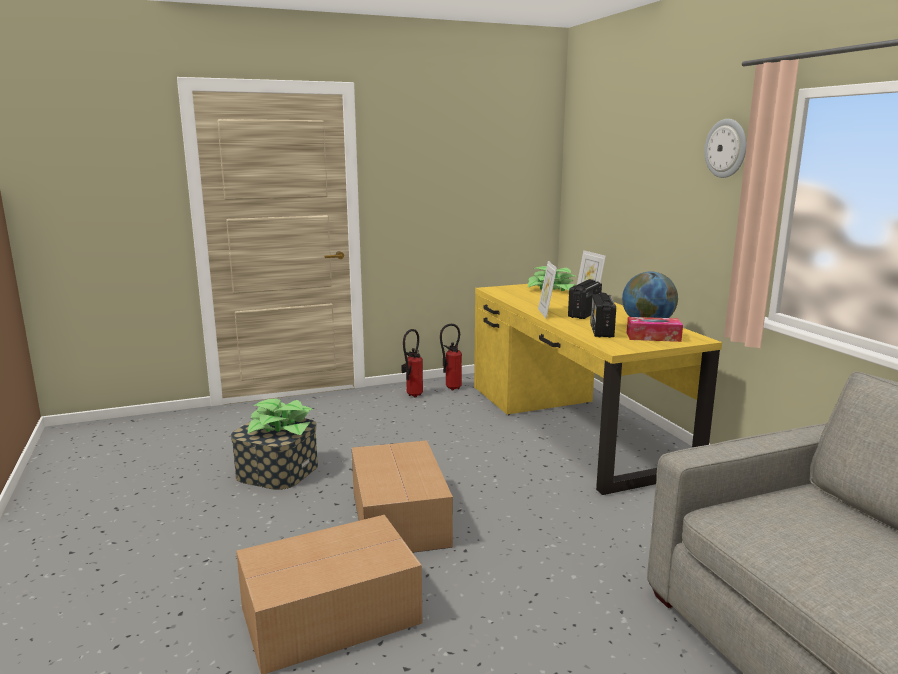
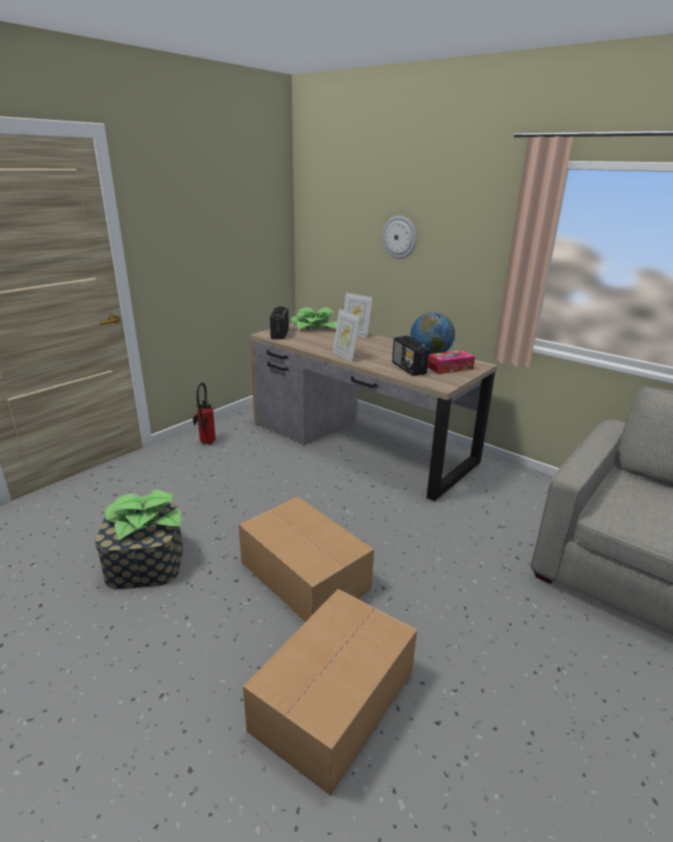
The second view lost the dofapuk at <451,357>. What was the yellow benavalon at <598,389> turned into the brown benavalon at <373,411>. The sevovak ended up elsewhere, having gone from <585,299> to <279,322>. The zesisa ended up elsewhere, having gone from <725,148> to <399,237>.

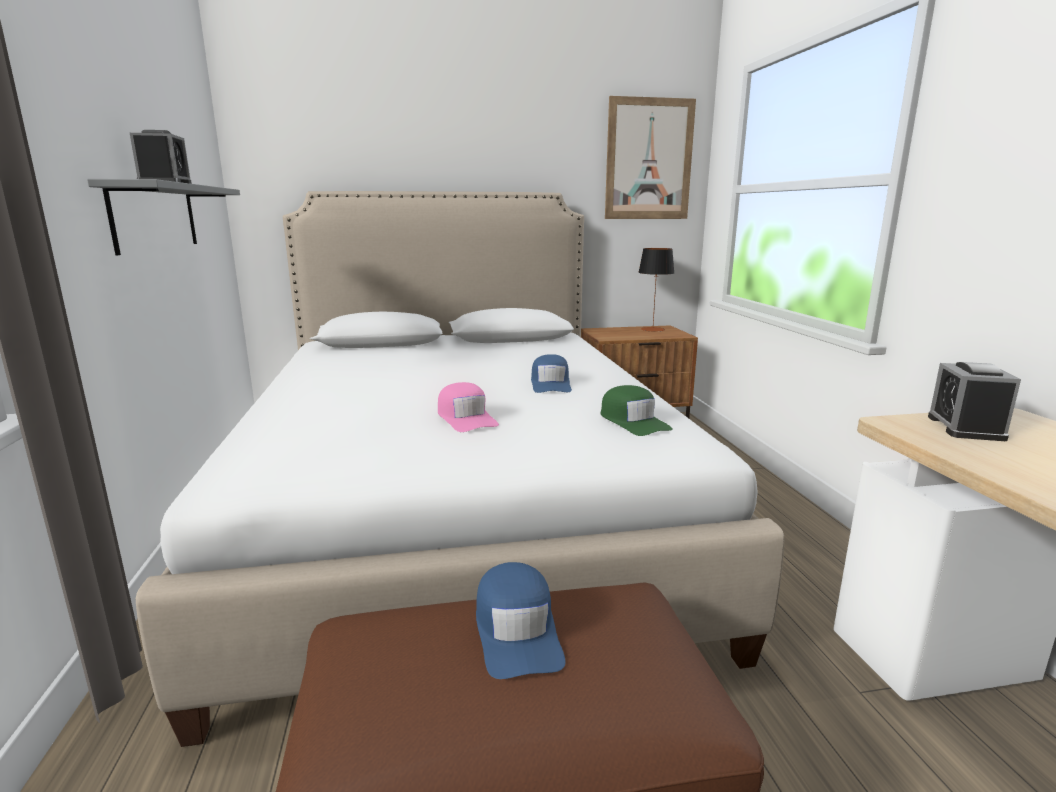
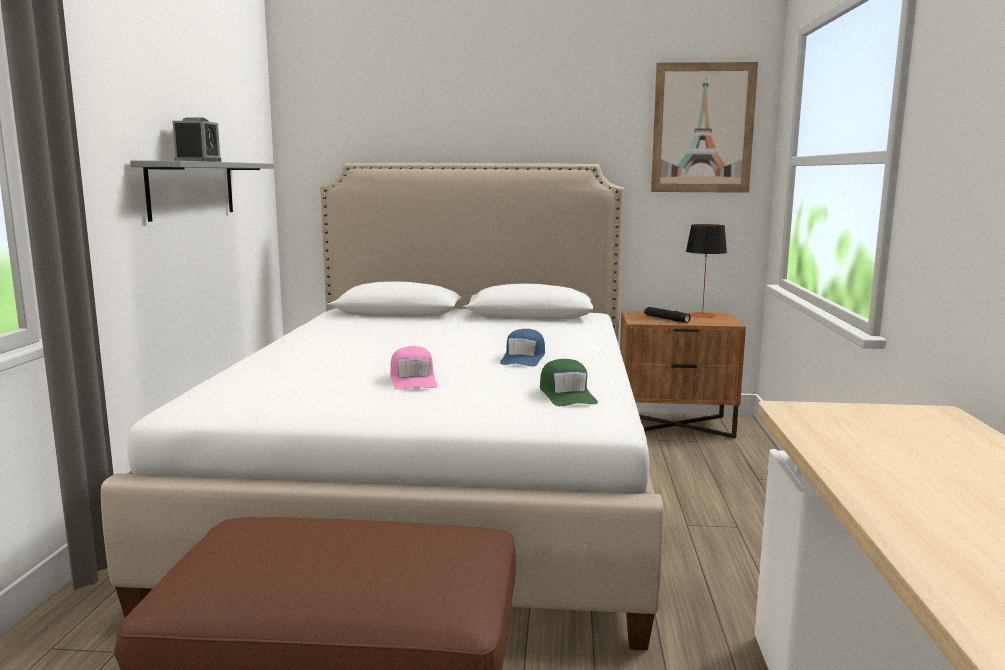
The second view lost the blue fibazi at <521,620>. The second view lost the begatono at <974,401>. The second view gained the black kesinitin at <667,315>.

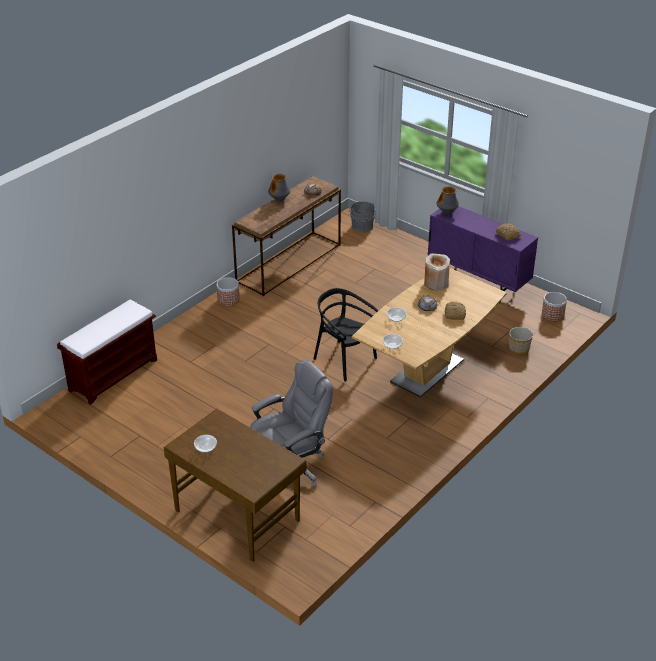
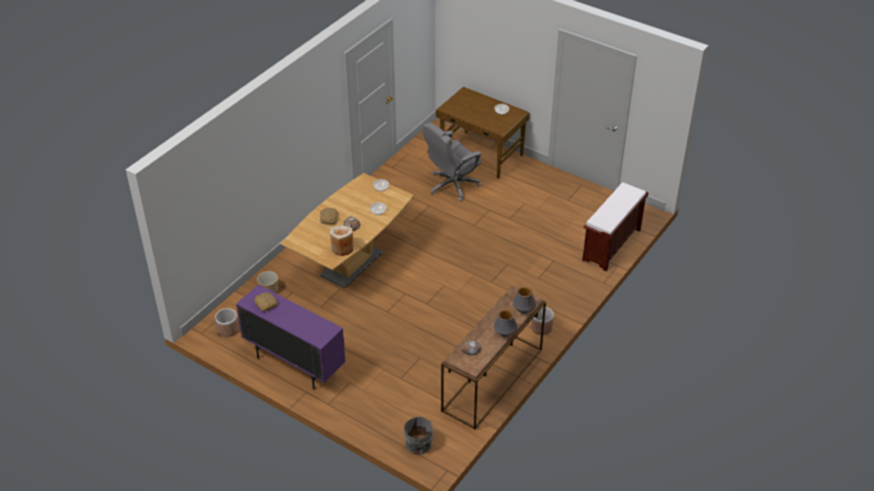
The second view lost the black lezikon at <345,334>. The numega ended up elsewhere, having gone from <447,200> to <524,300>.

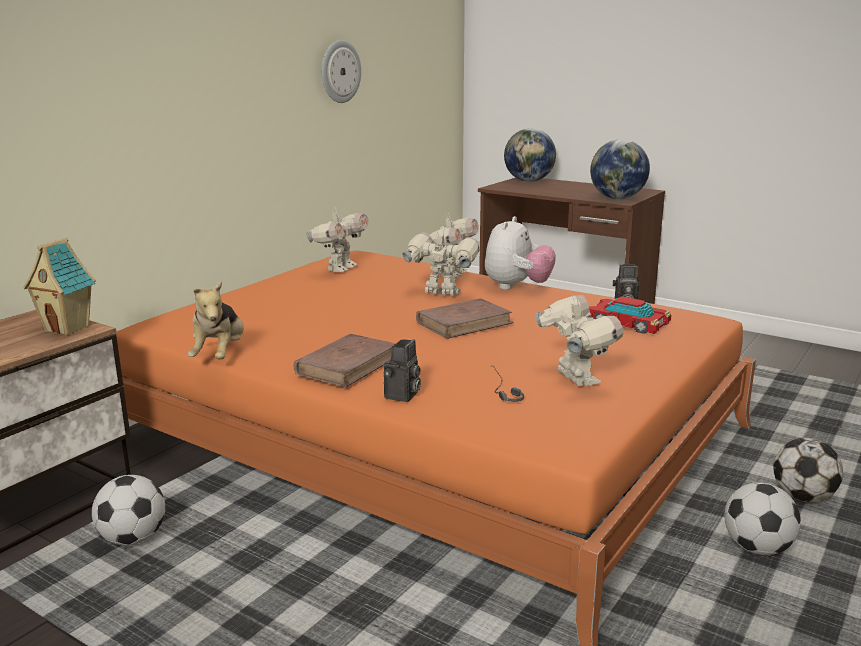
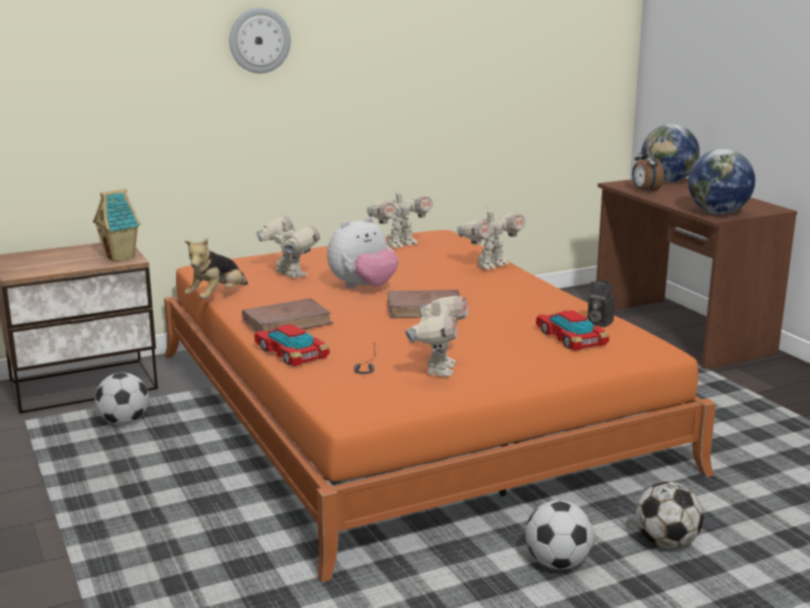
The zesisa ended up elsewhere, having gone from <341,71> to <260,40>. Where the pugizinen stood at <402,370>, the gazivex came to stand at <292,345>. The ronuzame ended up elsewhere, having gone from <440,263> to <288,246>. The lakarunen ended up elsewhere, having gone from <520,253> to <363,252>. The second view gained the begatono at <648,169>.

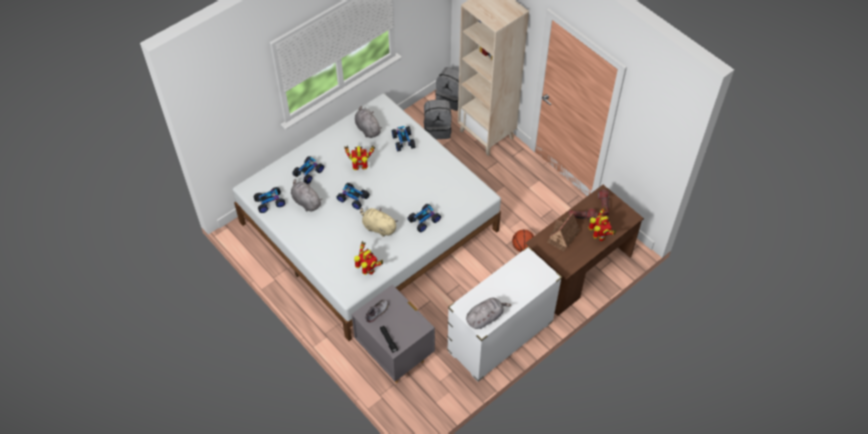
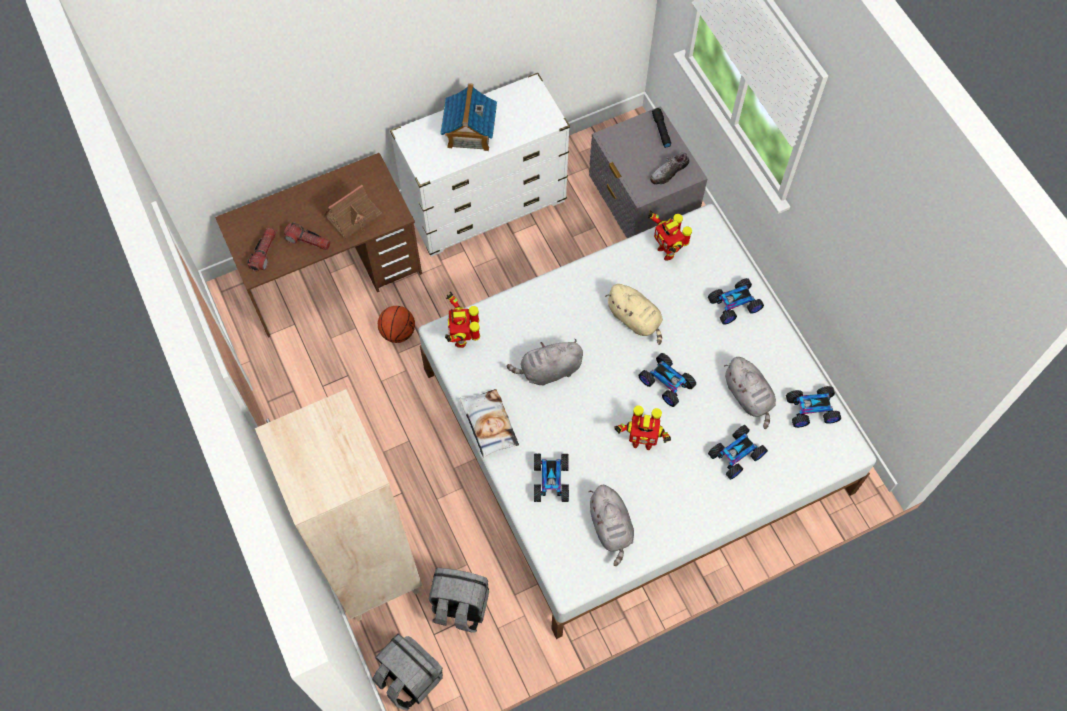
The gazivex ended up elsewhere, having gone from <424,218> to <736,301>. The grey lakarunen ended up elsewhere, having gone from <489,313> to <545,362>. The ronuzame ended up elsewhere, having gone from <602,223> to <462,320>. The second view gained the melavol at <468,117>. The second view gained the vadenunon at <489,423>.

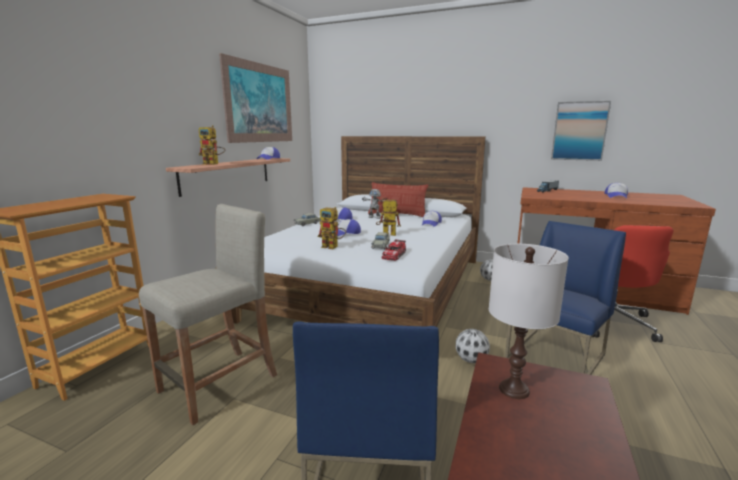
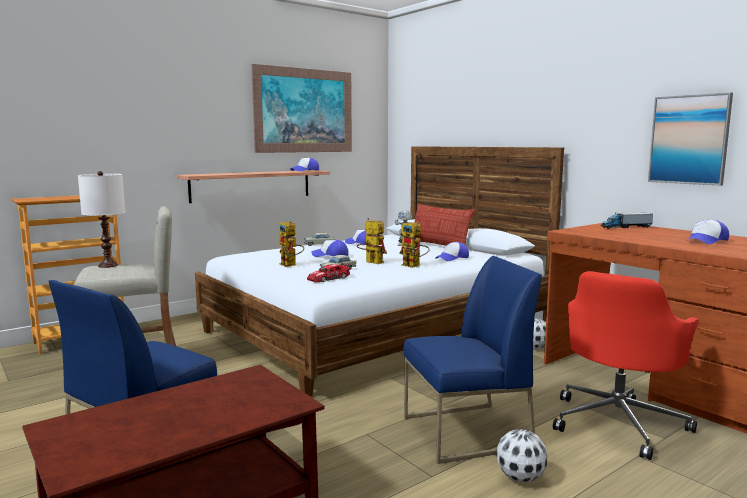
The ronuzame ended up elsewhere, having gone from <212,145> to <414,244>. The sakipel ended up elsewhere, having gone from <473,346> to <522,455>. The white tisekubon ended up elsewhere, having gone from <529,321> to <101,219>.

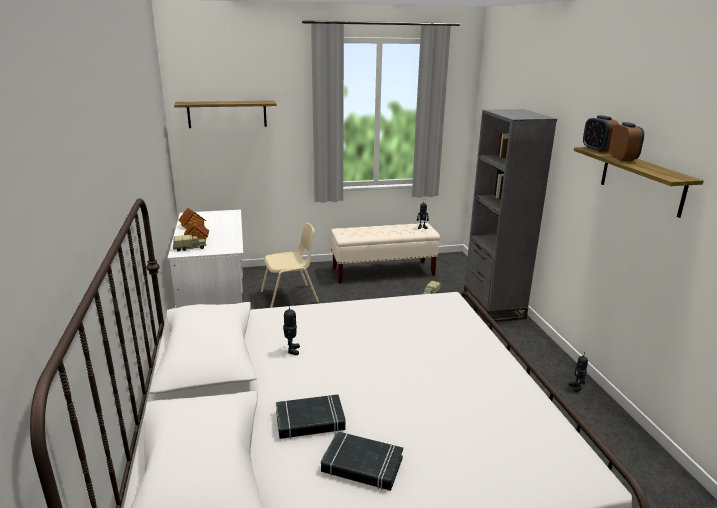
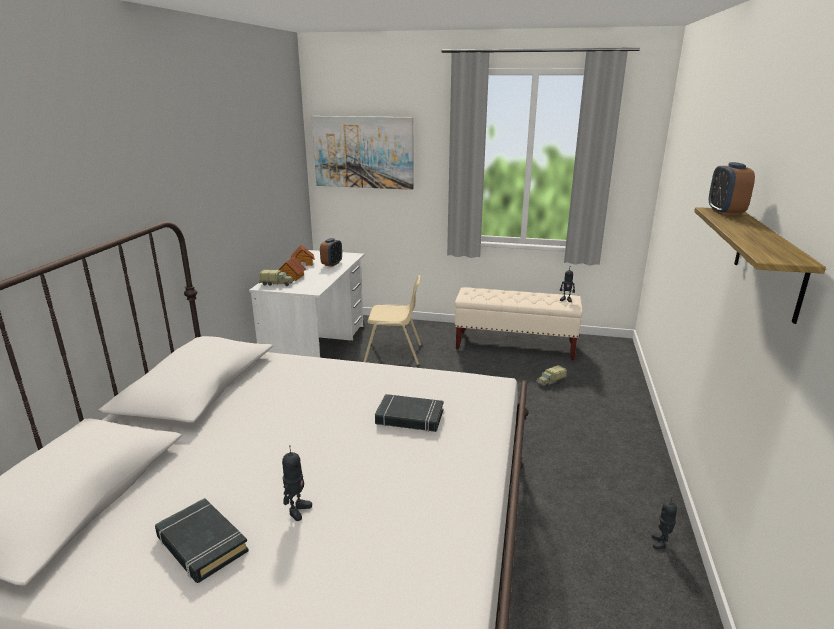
Where the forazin hung at <225,114>, the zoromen came to hang at <362,153>. The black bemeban ended up elsewhere, having gone from <311,416> to <409,413>. The ronuzame ended up elsewhere, having gone from <291,329> to <297,483>. The second view lost the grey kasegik at <510,216>. The begatono ended up elsewhere, having gone from <626,141> to <331,252>.

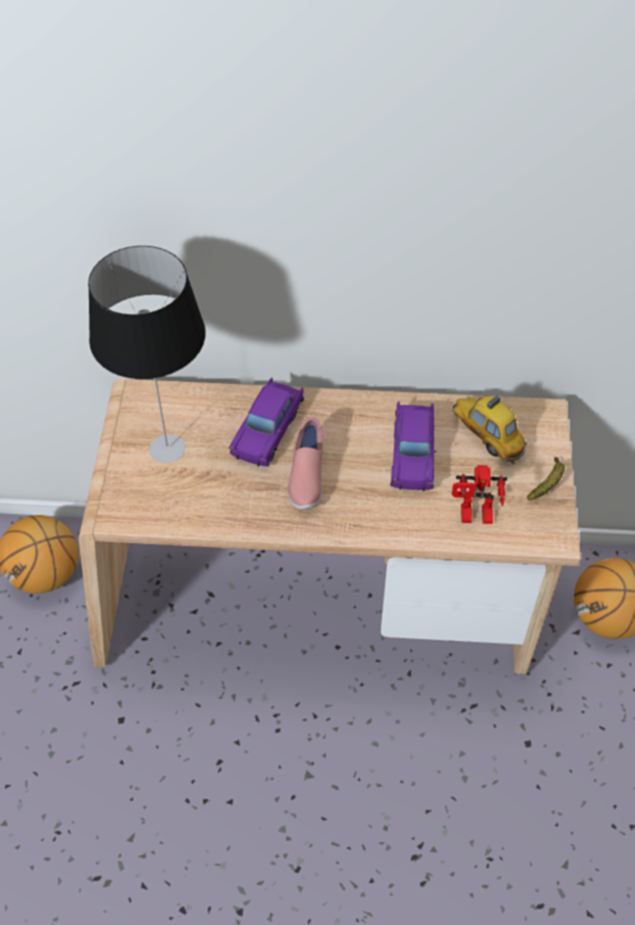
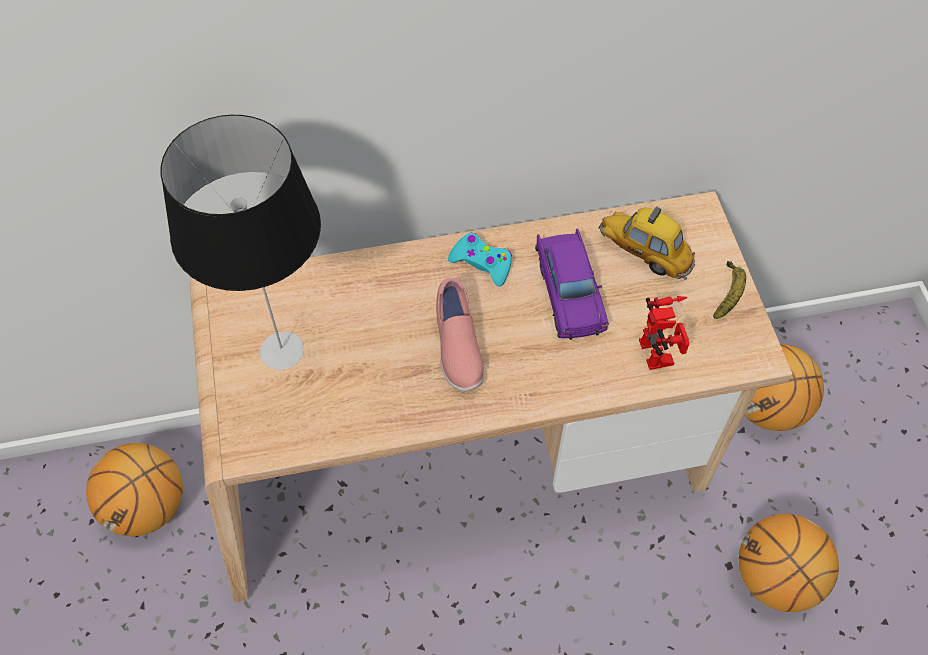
The second view lost the purple gazivex at <266,421>. The ronuzame at <479,494> ended up facing another way, 90 degrees counterclockwise from before. The second view gained the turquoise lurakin at <480,260>. The second view gained the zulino at <789,563>.

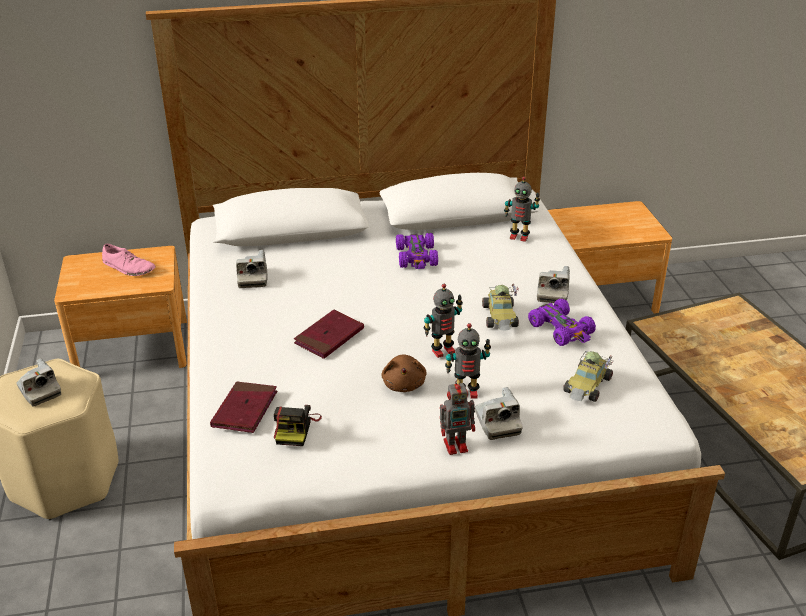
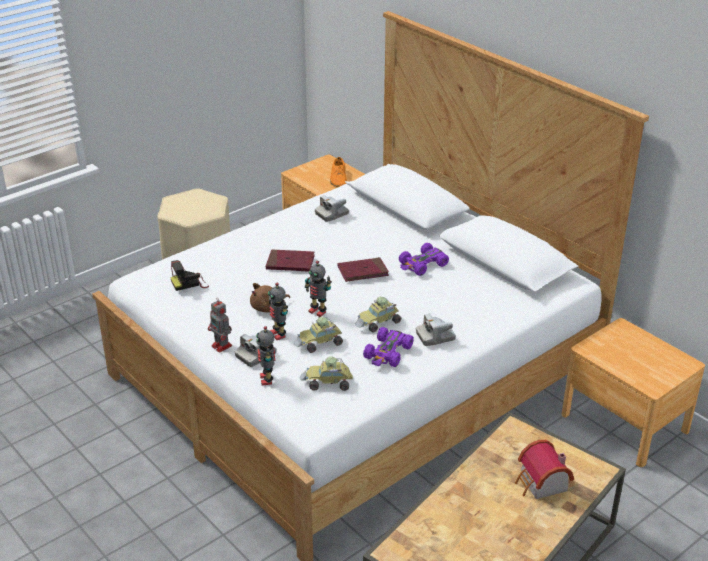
The second view lost the pugizinen at <38,382>. What was the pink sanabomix at <129,260> turned into the orange sanabomix at <338,172>. The red bemeban ended up elsewhere, having gone from <243,407> to <363,269>. The ronuzame ended up elsewhere, having gone from <522,209> to <266,355>. The second view gained the gazivex at <318,335>. The second view gained the melavol at <544,469>.

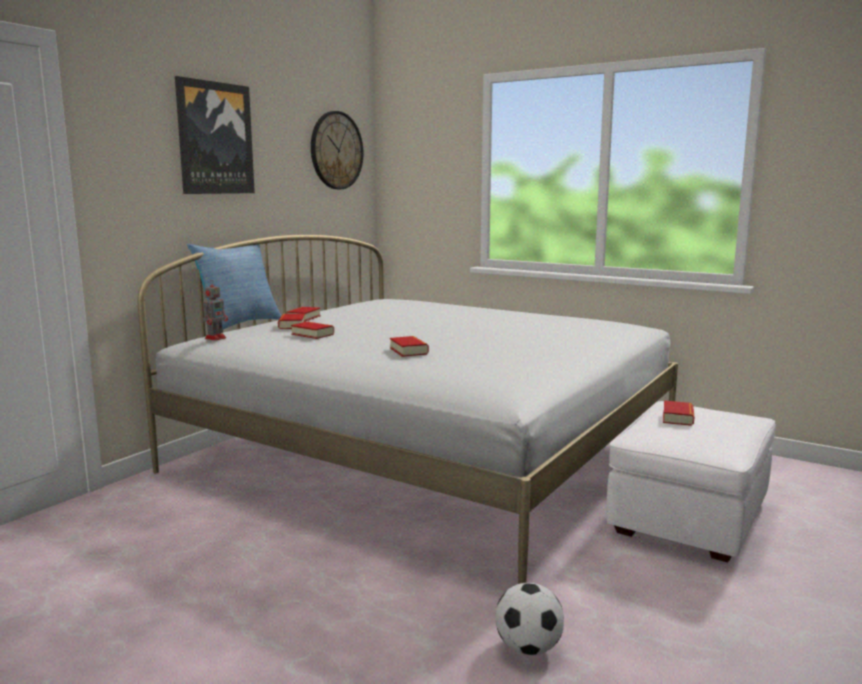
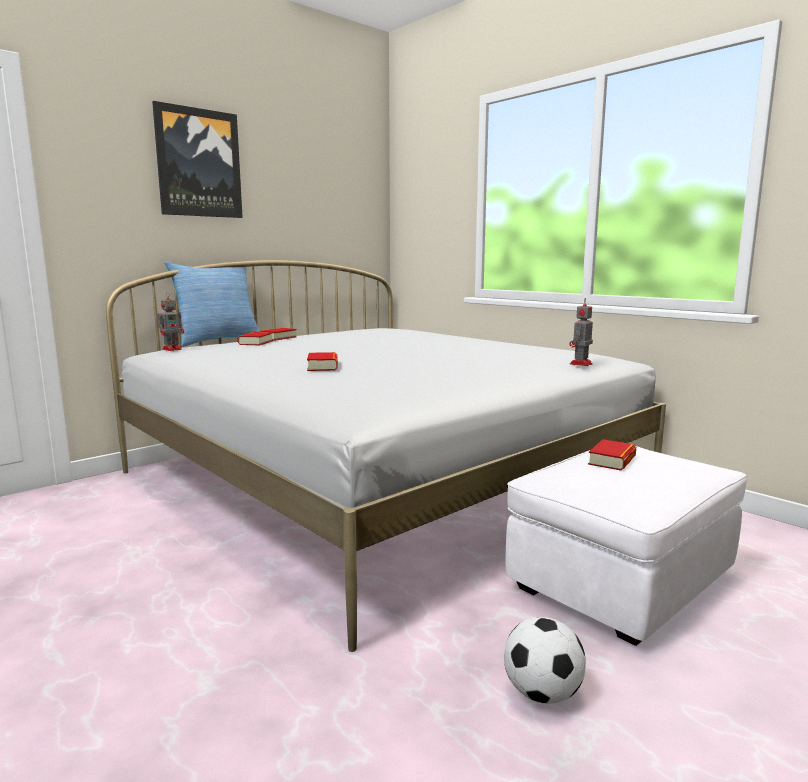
The second view lost the bemeban at <312,330>. The second view lost the zesisa at <337,150>. The sakipel ended up elsewhere, having gone from <530,619> to <545,660>. The second view gained the ronuzame at <581,332>.

